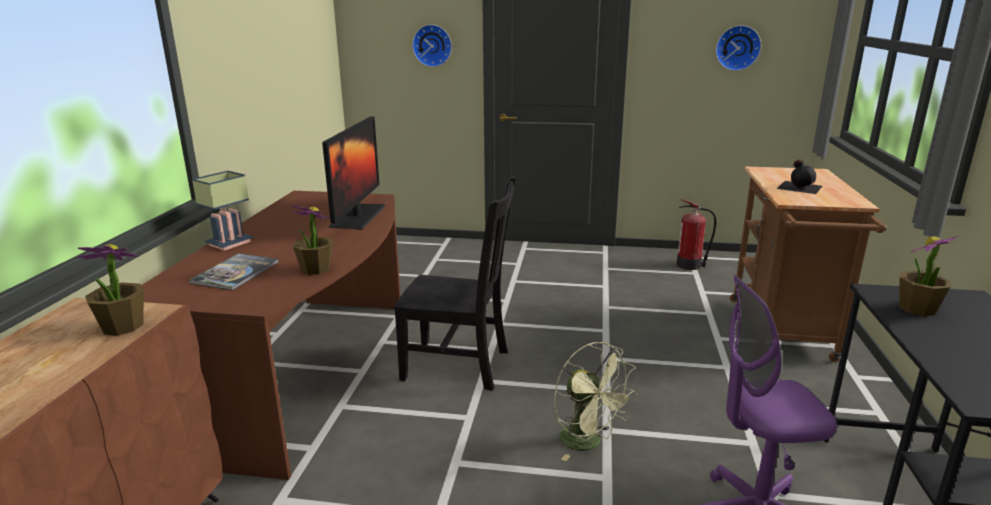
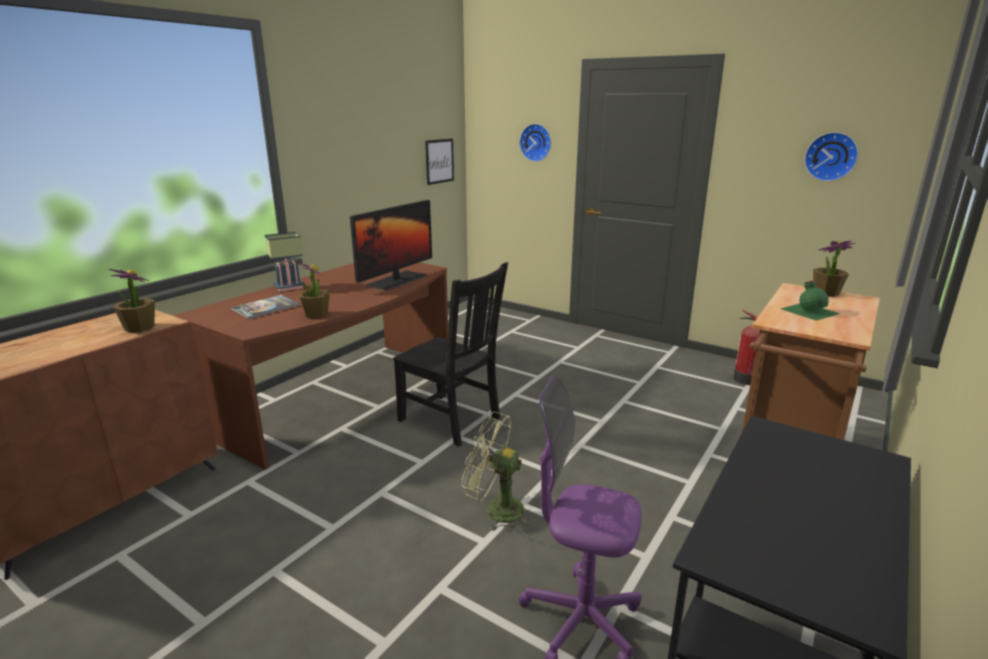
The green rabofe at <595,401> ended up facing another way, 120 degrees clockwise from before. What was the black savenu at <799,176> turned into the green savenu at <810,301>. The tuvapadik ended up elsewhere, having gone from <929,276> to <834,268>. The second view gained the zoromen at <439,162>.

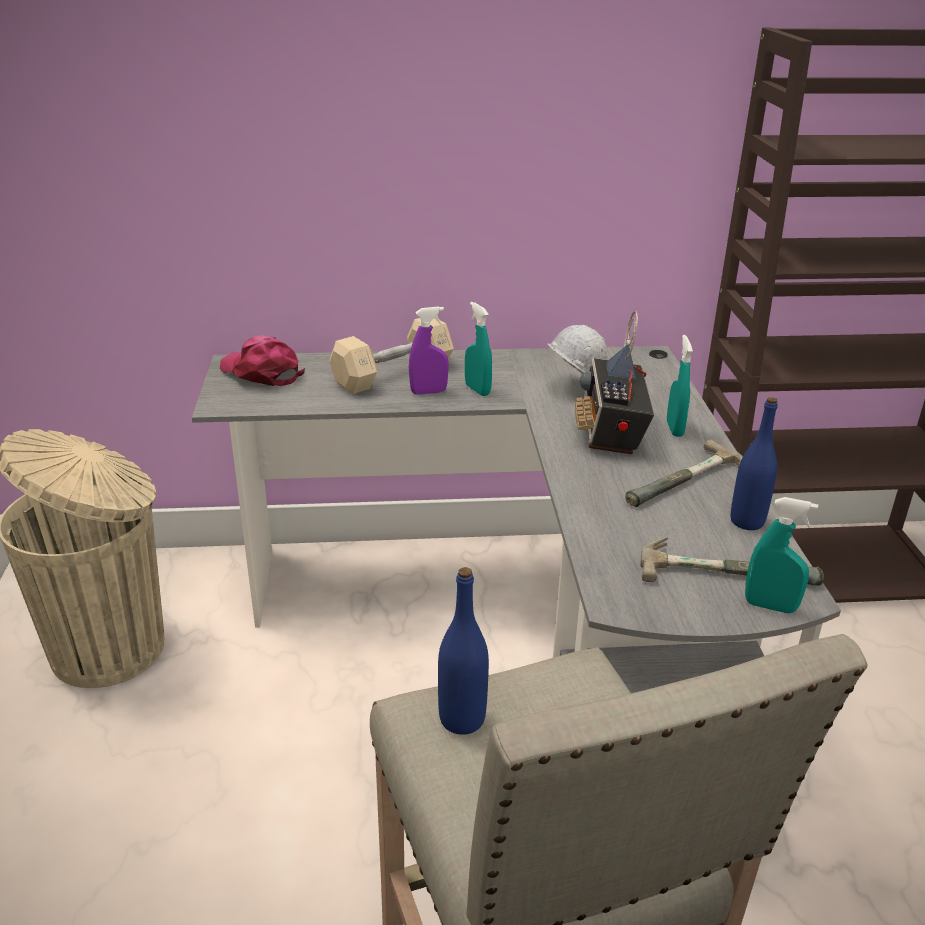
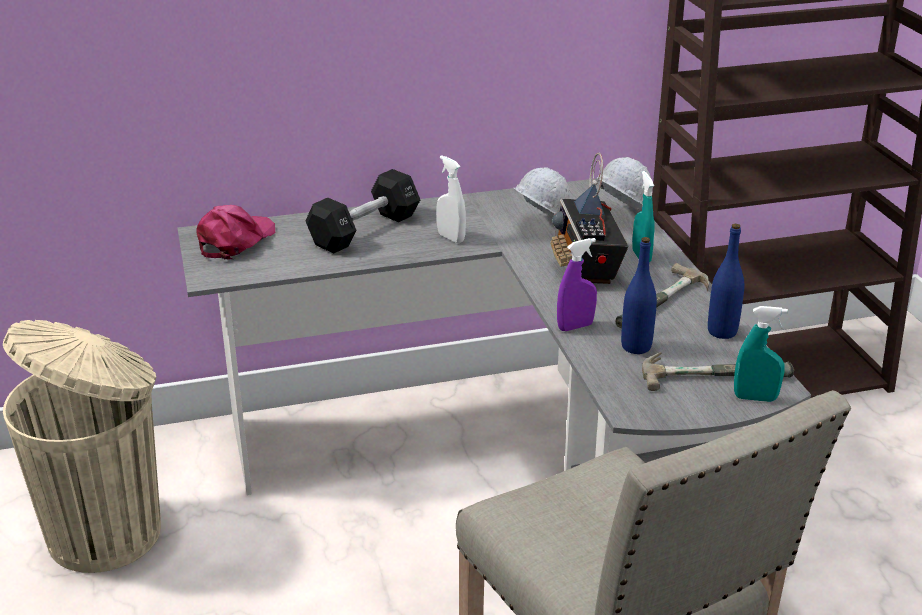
The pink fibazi at <262,360> ended up facing another way, 90 degrees clockwise from before. What was the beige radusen at <392,356> turned into the black radusen at <363,211>. The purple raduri ended up elsewhere, having gone from <429,350> to <577,284>. The blue savenu ended up elsewhere, having gone from <463,651> to <639,295>. What was the turquoise raduri at <478,349> turned into the white raduri at <451,199>. The second view gained the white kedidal at <623,184>.

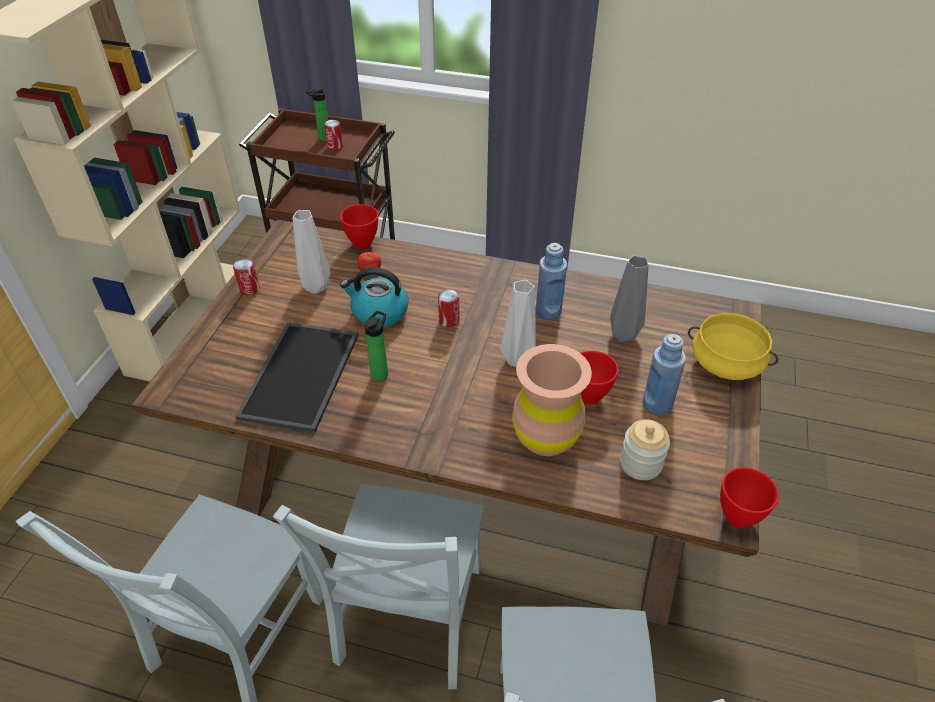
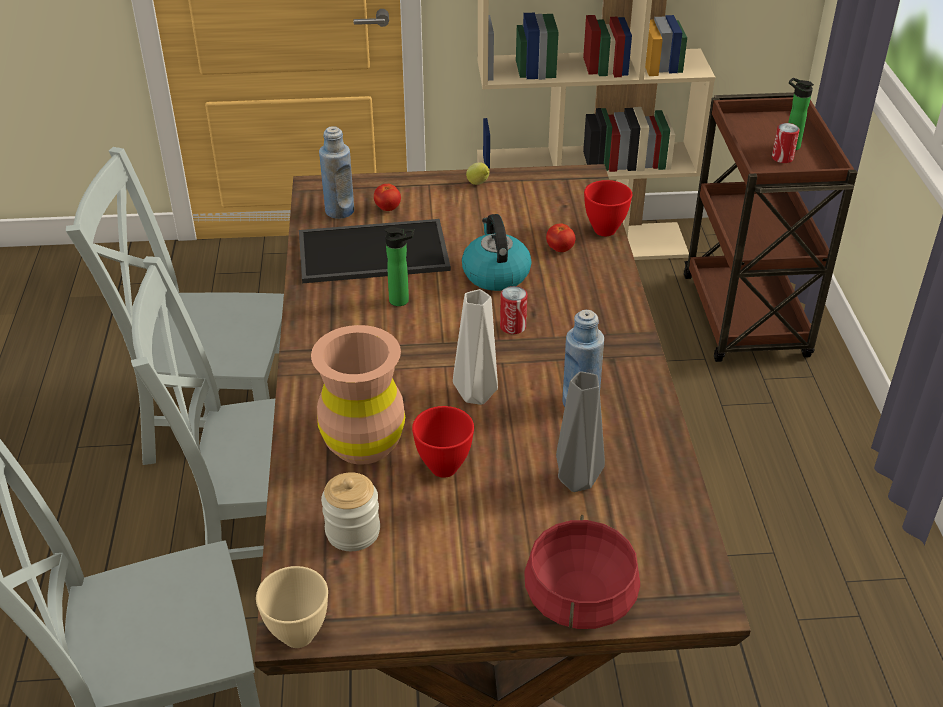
Where the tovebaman stood at <246,277>, the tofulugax came to stand at <478,173>. The second view lost the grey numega at <311,252>. The blue savenu ended up elsewhere, having gone from <664,374> to <336,172>. What was the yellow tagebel at <733,346> turned into the red tagebel at <582,572>. What was the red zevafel at <749,497> turned into the beige zevafel at <292,607>. The second view gained the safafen at <387,197>.

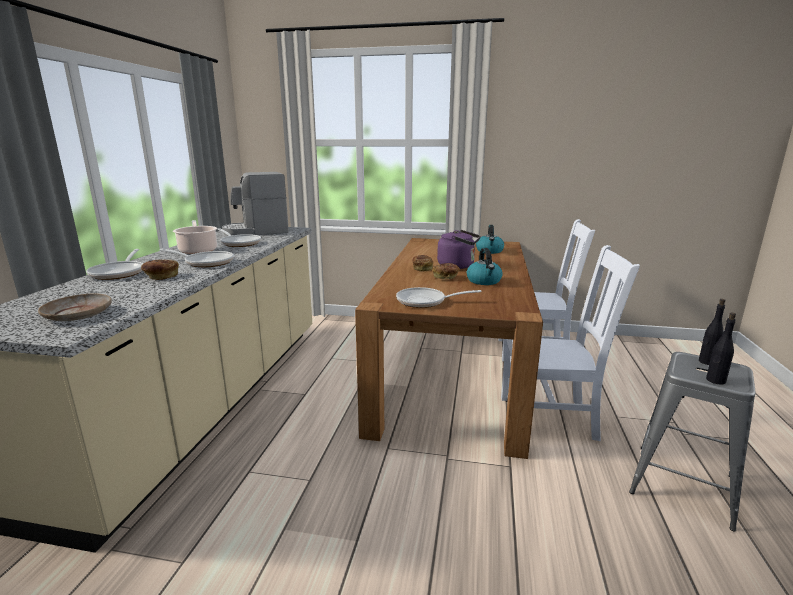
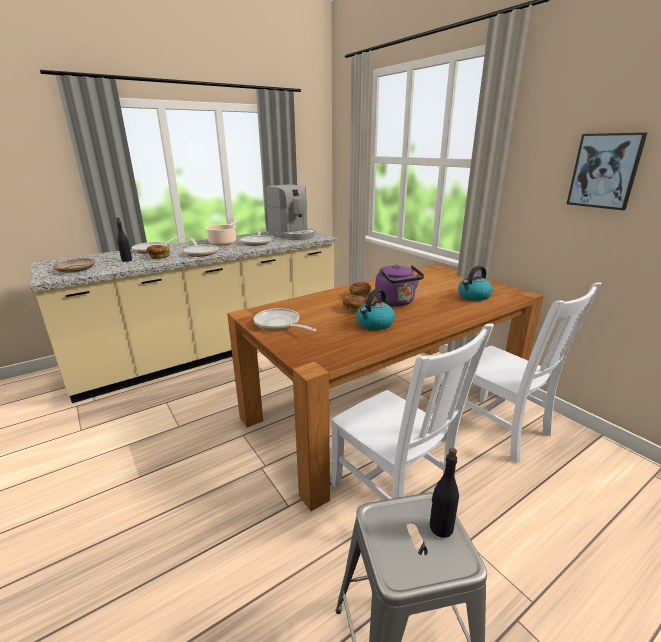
The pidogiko at <255,204> ended up facing another way, 150 degrees counterclockwise from before. The black savenu ended up elsewhere, having gone from <721,349> to <124,240>. The second view gained the zoromen at <607,171>.

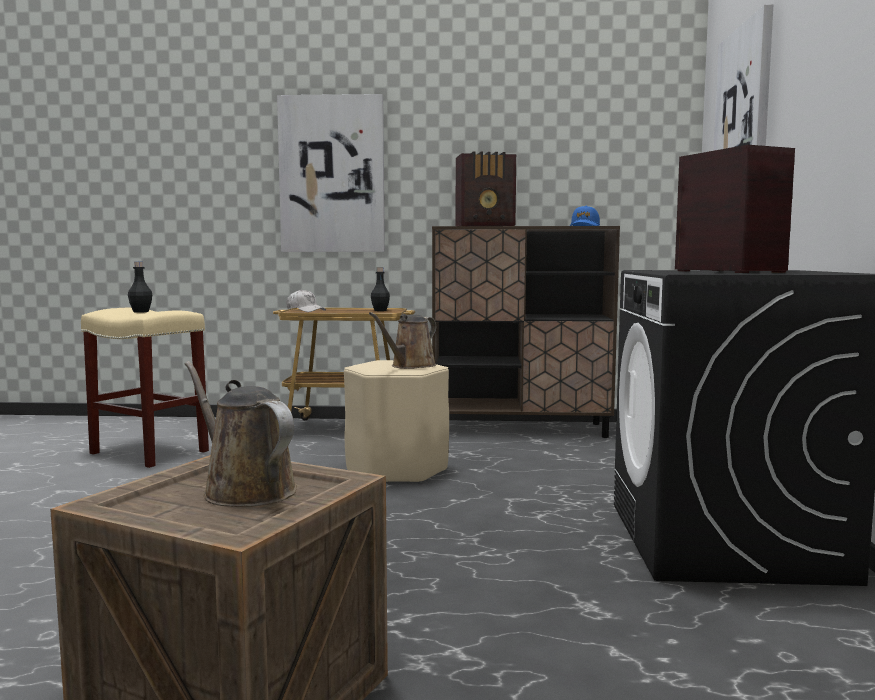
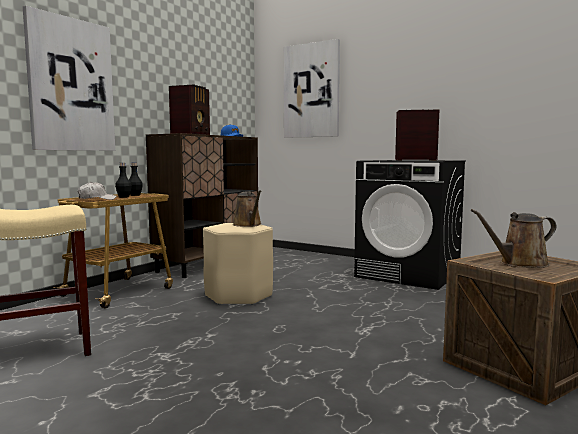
The black savenu ended up elsewhere, having gone from <140,287> to <123,180>.

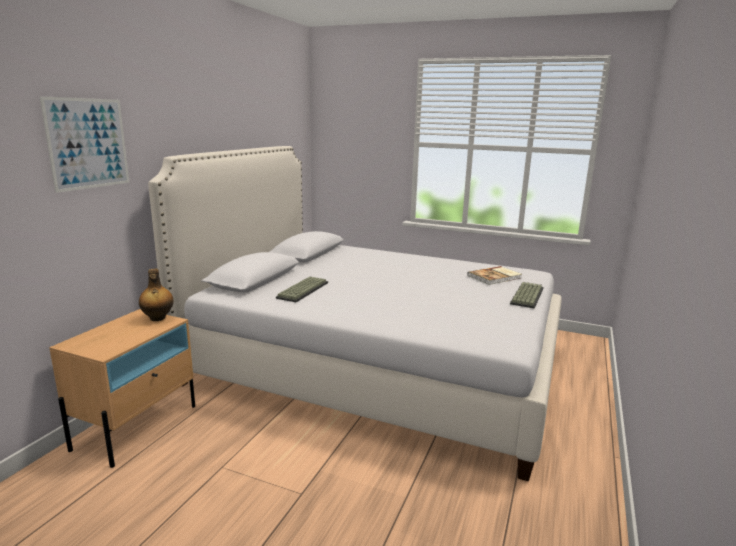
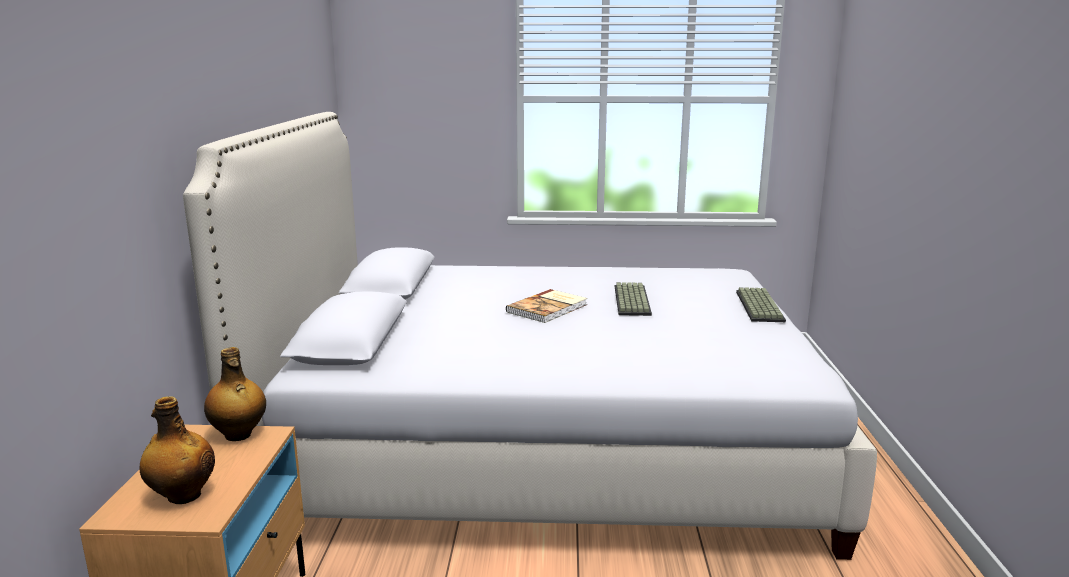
The second view lost the zoromen at <84,144>. The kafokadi ended up elsewhere, having gone from <302,289> to <633,299>. The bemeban ended up elsewhere, having gone from <494,275> to <546,306>. The second view gained the savenu at <177,450>.

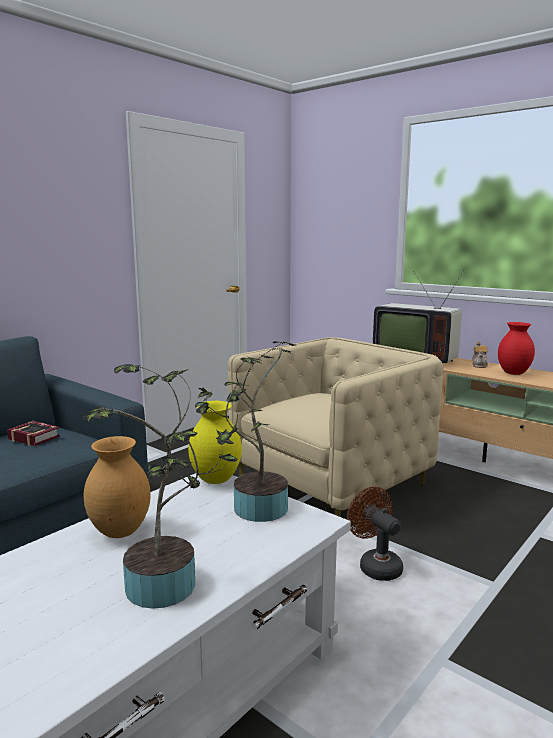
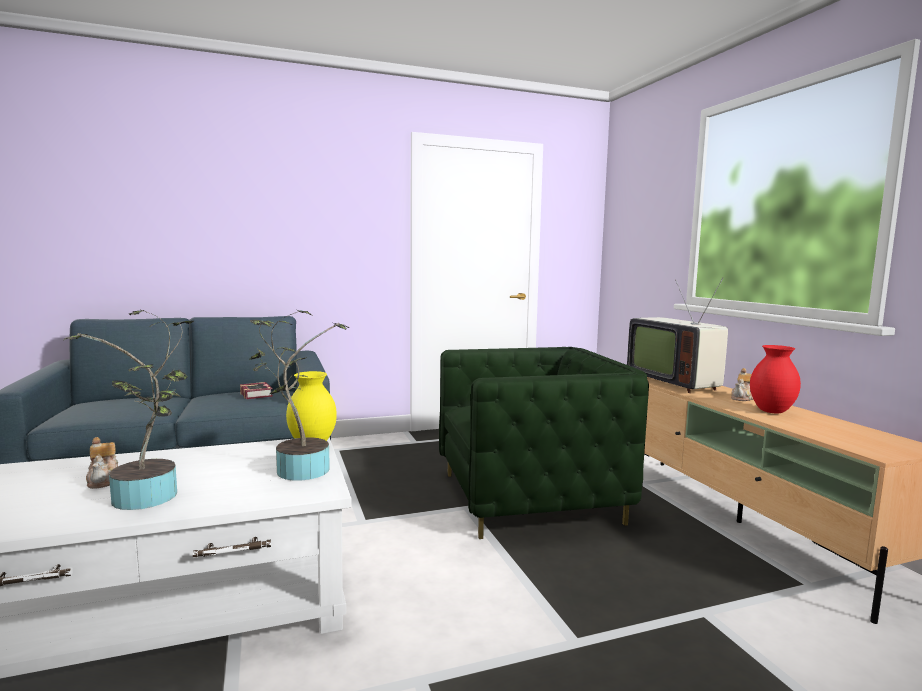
The second view lost the brown numega at <117,487>. What was the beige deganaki at <336,427> turned into the green deganaki at <544,443>. The second view lost the brown rabofe at <375,533>. The second view gained the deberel at <102,463>.

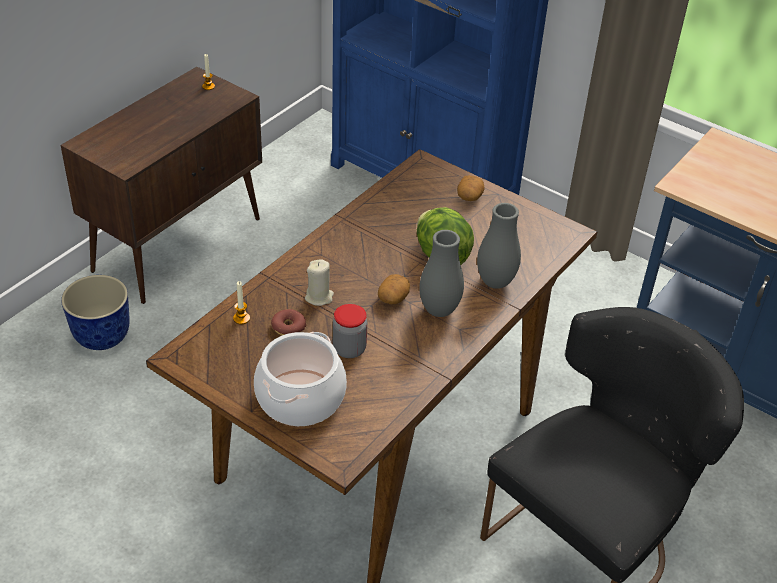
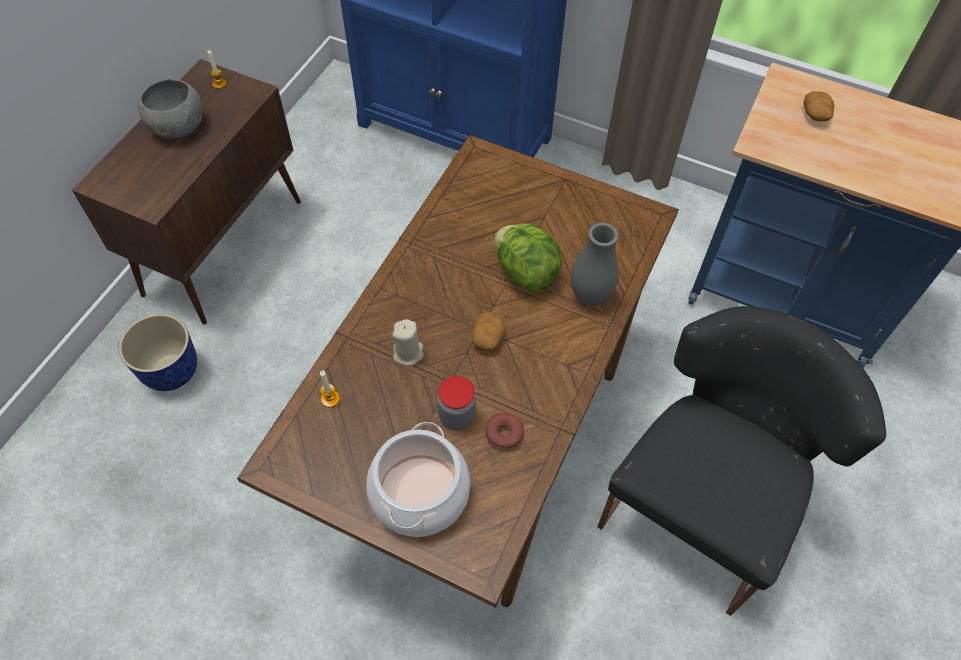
The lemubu ended up elsewhere, having gone from <288,322> to <504,431>. The second view lost the grey numega at <441,273>. The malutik ended up elsewhere, having gone from <470,188> to <819,106>. The second view gained the grey zevafel at <170,108>.

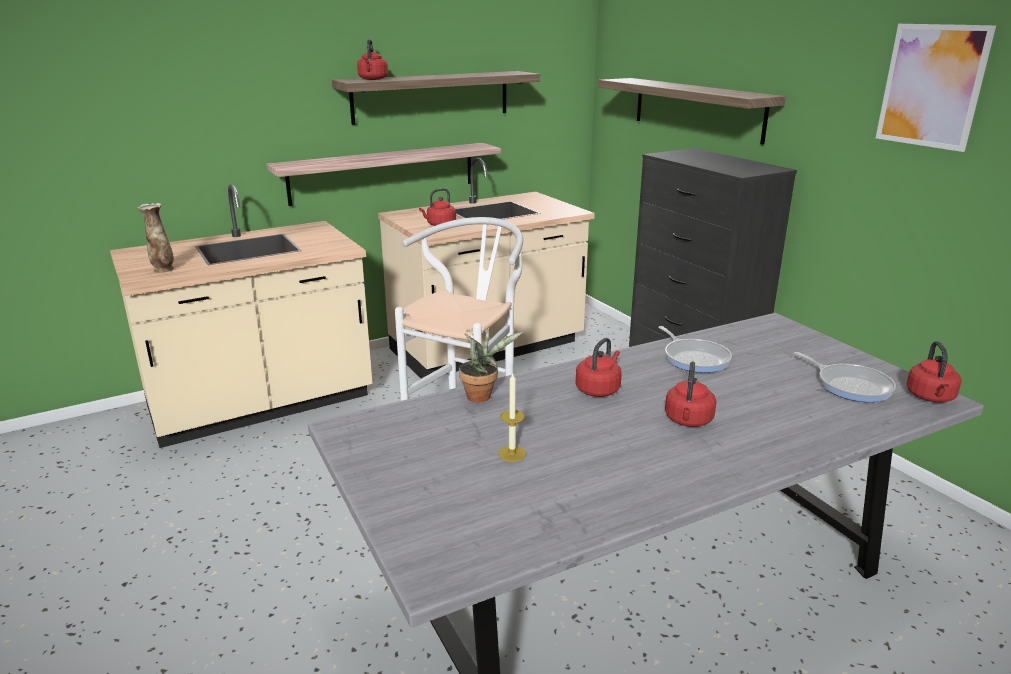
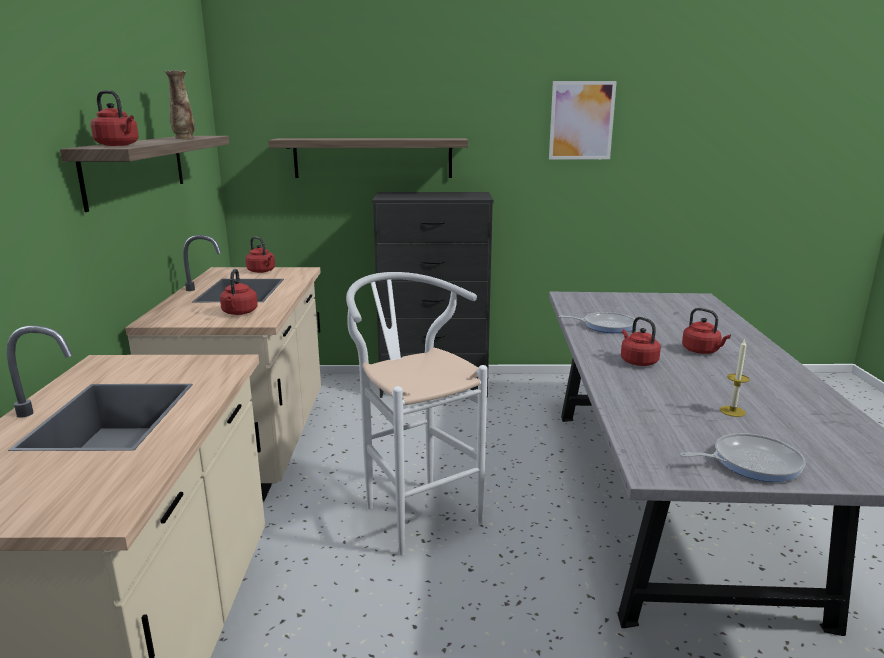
The numega ended up elsewhere, having gone from <156,238> to <179,104>. The second view lost the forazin at <383,174>. The second view lost the tuvapadik at <491,365>. The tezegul ended up elsewhere, having gone from <845,377> to <743,457>. The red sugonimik ended up elsewhere, having gone from <934,372> to <260,254>.

